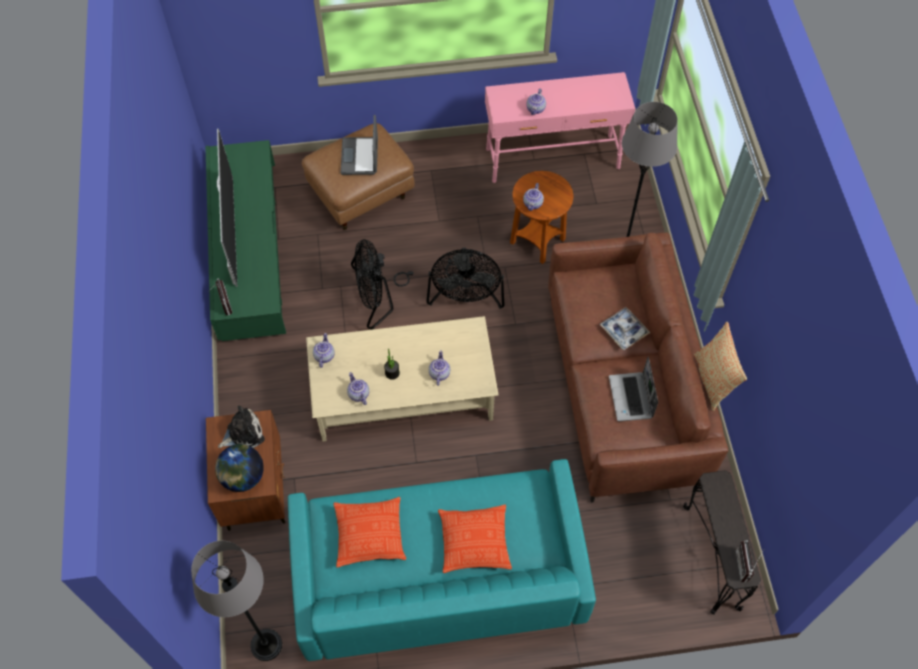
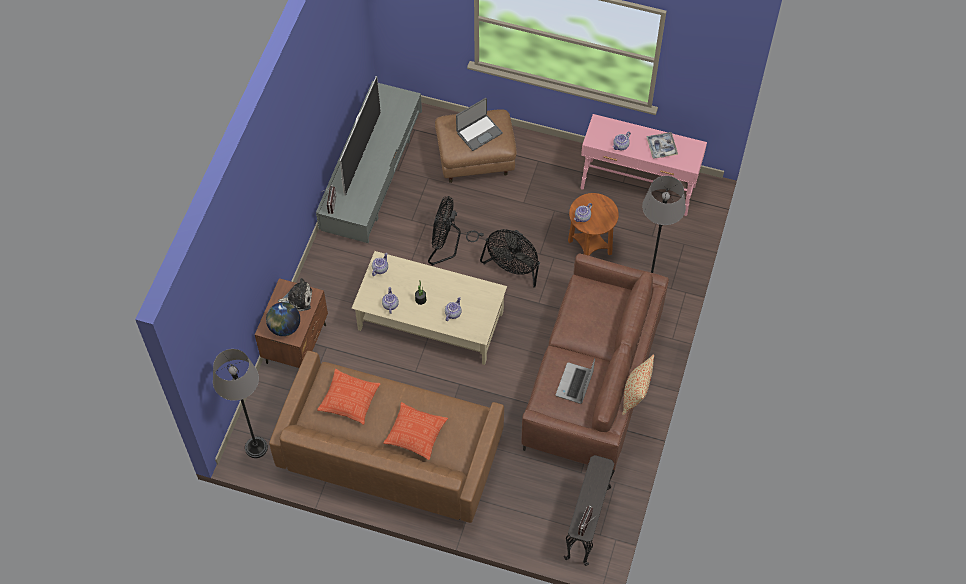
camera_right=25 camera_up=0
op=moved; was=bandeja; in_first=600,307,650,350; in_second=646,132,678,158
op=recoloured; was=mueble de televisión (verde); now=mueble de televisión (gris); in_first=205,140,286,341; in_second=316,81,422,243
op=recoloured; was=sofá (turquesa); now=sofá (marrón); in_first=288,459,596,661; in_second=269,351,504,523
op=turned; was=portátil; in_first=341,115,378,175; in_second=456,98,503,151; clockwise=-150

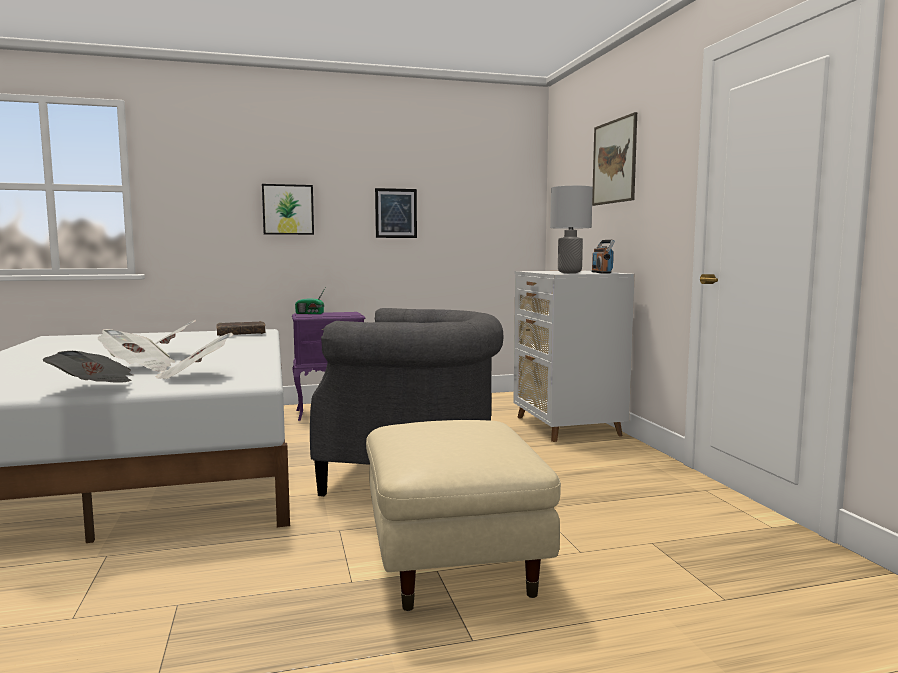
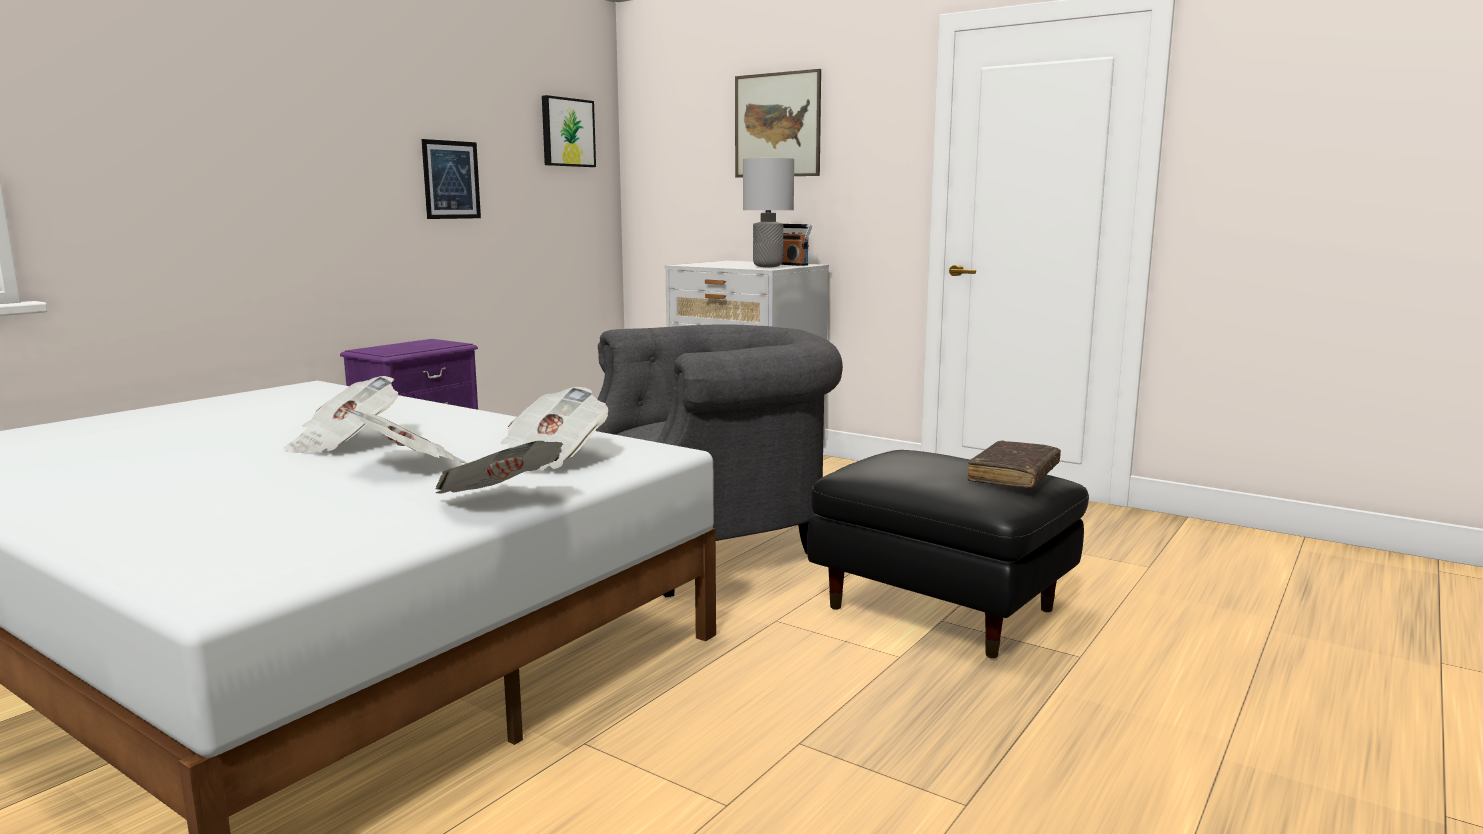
camera_right=-40 camera_up=5
op=removed; was=radio; in_first=295,288,325,314
op=moved; was=libro (marrón); in_first=216,321,265,336; in_second=968,440,1061,488
op=moved; was=cuadro; in_first=262,184,314,235; in_second=542,95,596,167
op=recoloured; was=puf (beis); now=puf (negro); in_first=366,420,561,611; in_second=807,450,1089,659

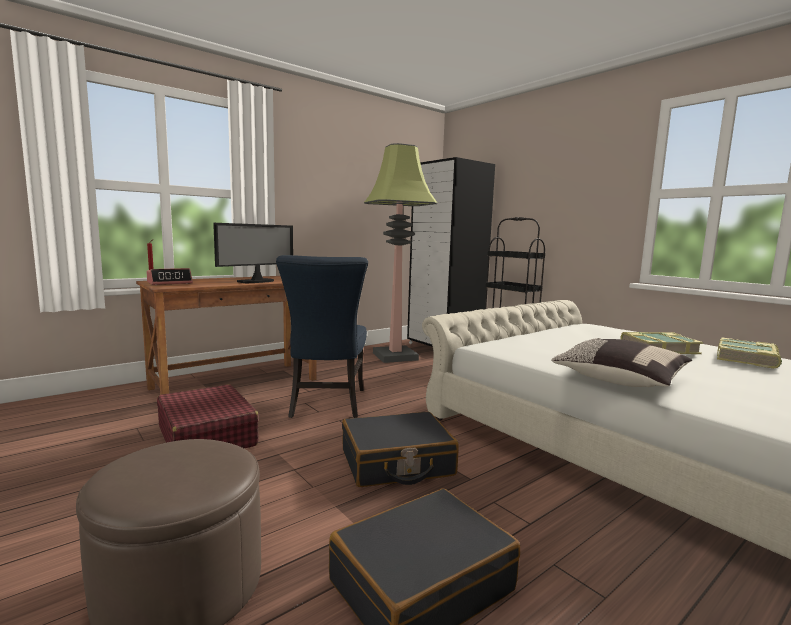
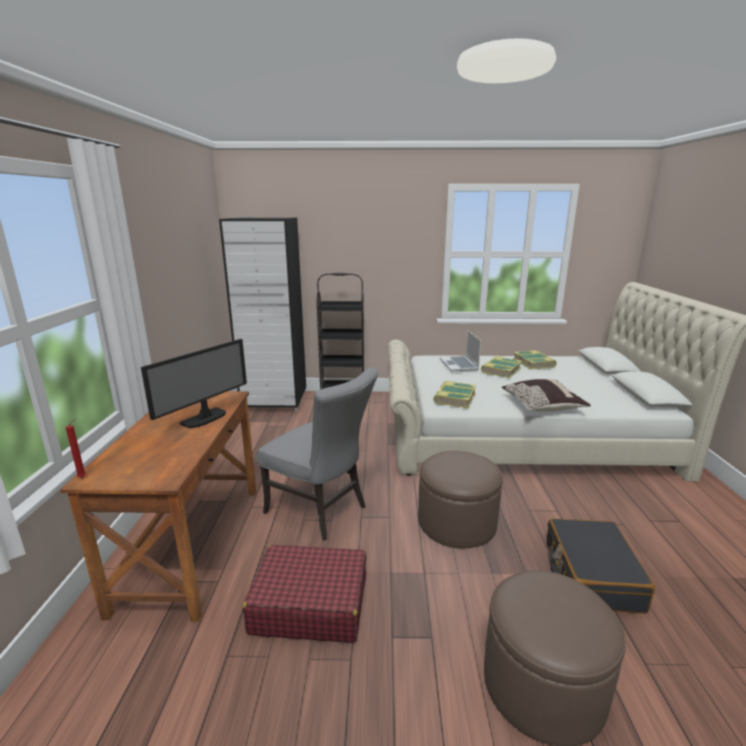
camera_right=-50 camera_up=10
op=removed; was=despertador; in_first=146,268,193,285
op=removed; was=lámpara de pie; in_first=364,143,437,363
op=added; now=libro; in_second=433,381,476,408
op=added; now=portátil; in_second=440,330,481,372
op=replaced; was=maleta (negro); now=puf (marrón); in_first=342,412,459,487; in_second=418,451,503,548
op=recoloured; was=silla (azul); now=silla (gris); in_first=276,255,368,418; in_second=257,368,379,541
op=turned; was=monitor; in_first=213,223,293,283; in_second=141,339,247,428; clockwise=45

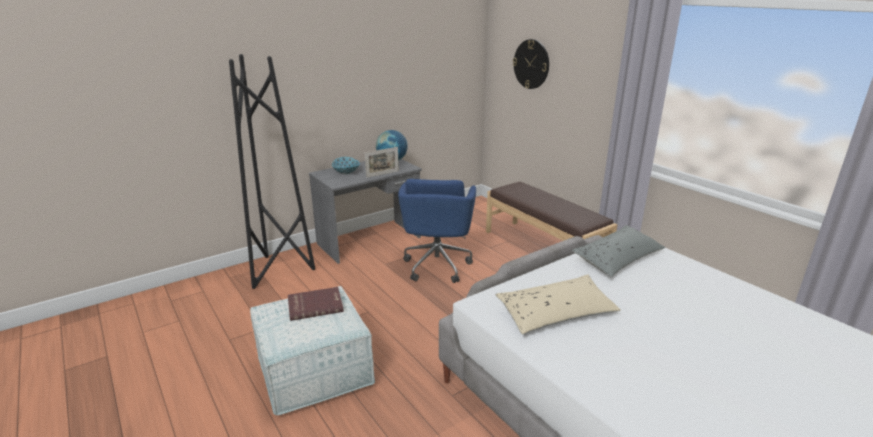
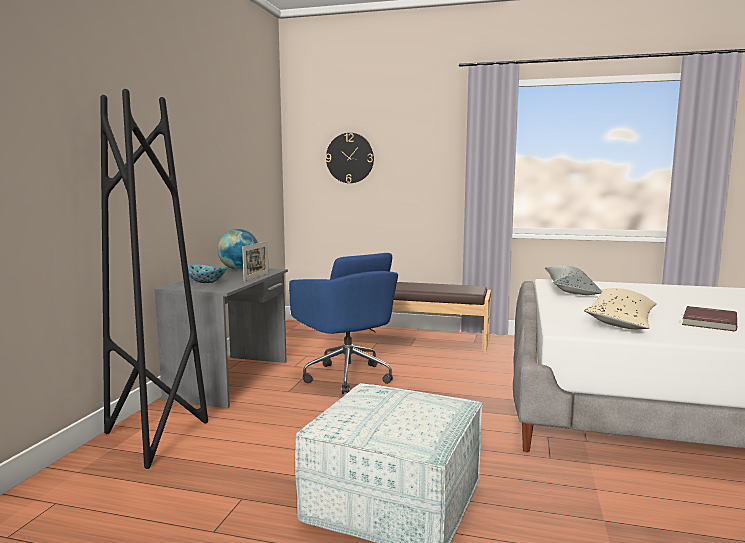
camera_right=-40 camera_up=-15
op=moved; was=libro (rojo); in_first=288,287,344,321; in_second=682,306,737,331

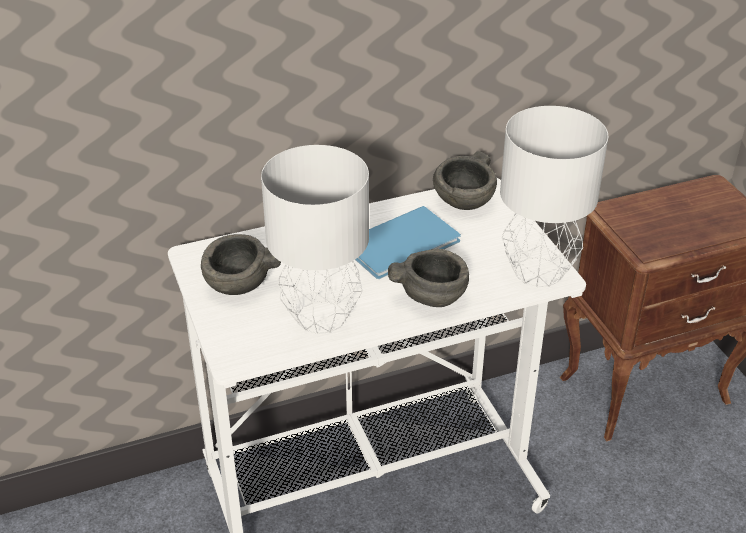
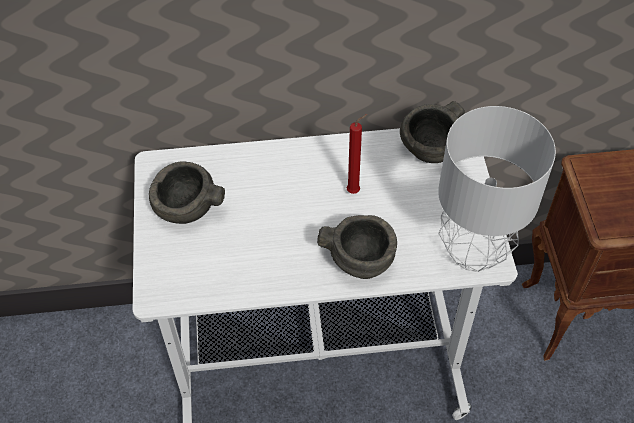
camera_right=15 camera_up=15
op=removed; was=lámpara de mesa (gris); in_first=261,145,369,334
op=replaced; was=libro (azul); now=vela (rojo); in_first=355,206,461,279; in_second=347,114,368,194

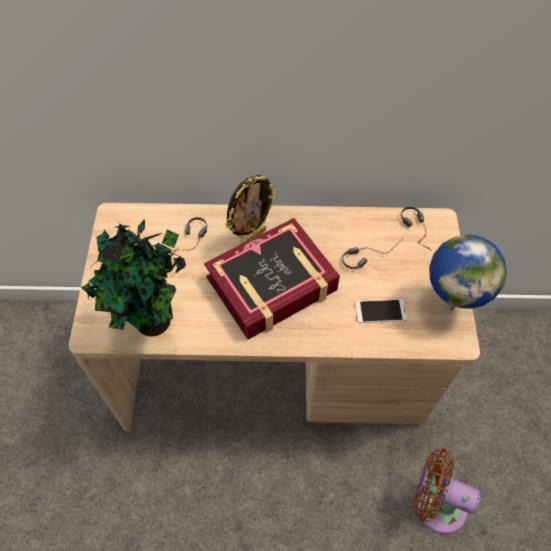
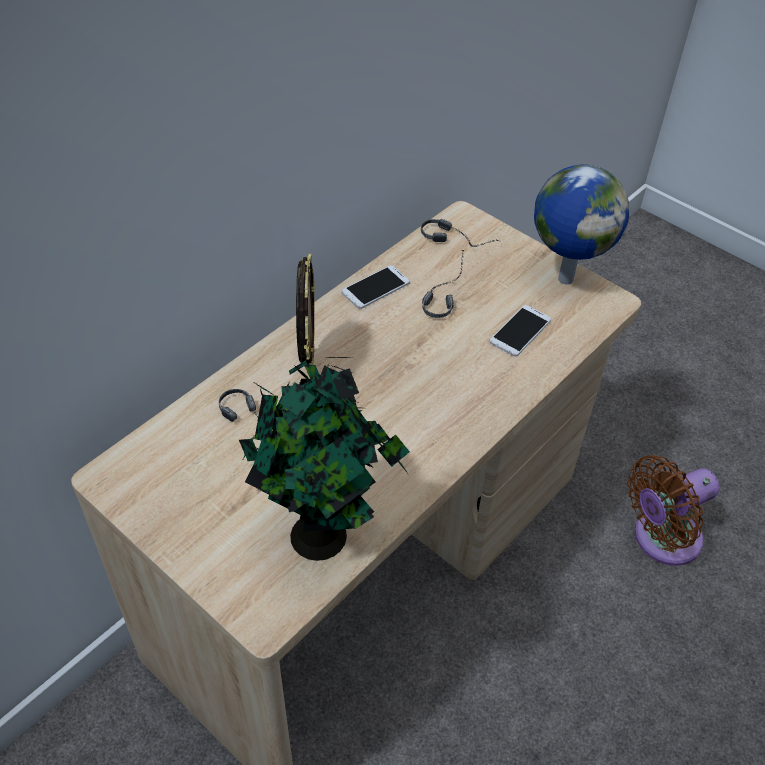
camera_right=-50 camera_up=-10
op=removed; was=libro; in_first=204,218,340,340
op=added; now=móvil; in_second=342,265,410,309

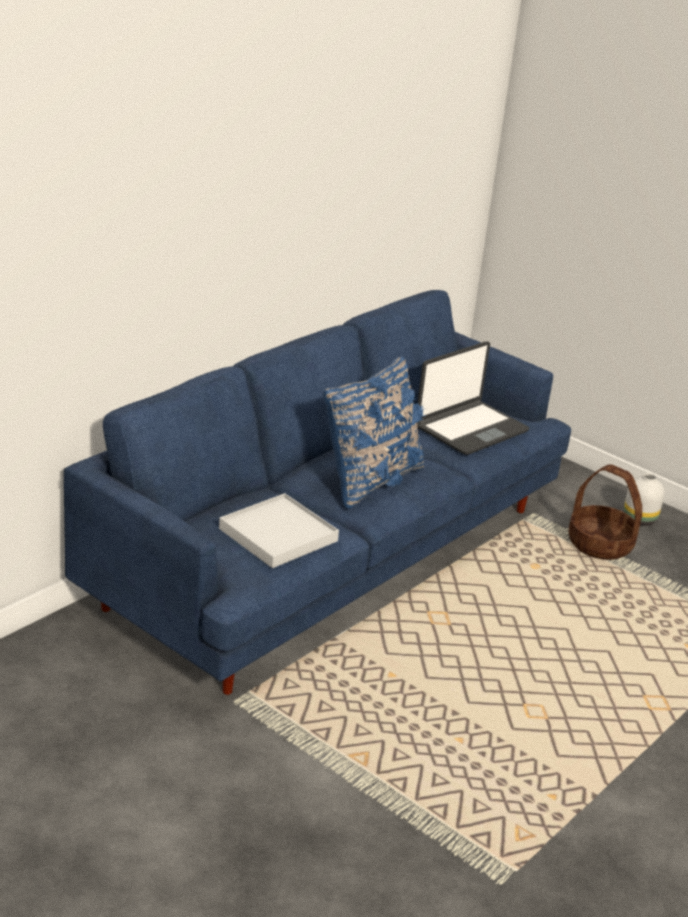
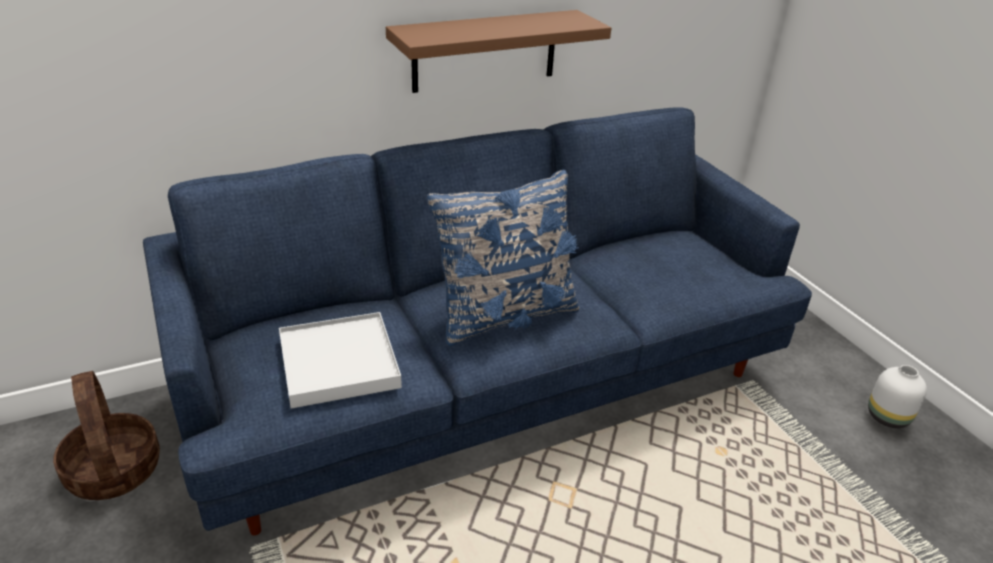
camera_right=25 camera_up=5
op=removed; was=portátil; in_first=417,341,529,455
op=added; now=estante (marrón); in_second=386,10,611,93
op=moved; was=cesta; in_first=569,464,642,560; in_second=53,371,160,500

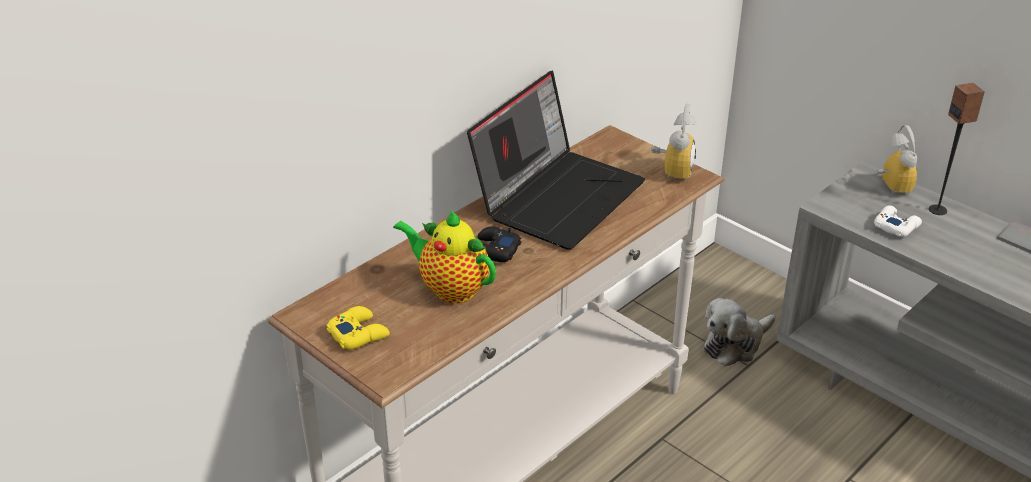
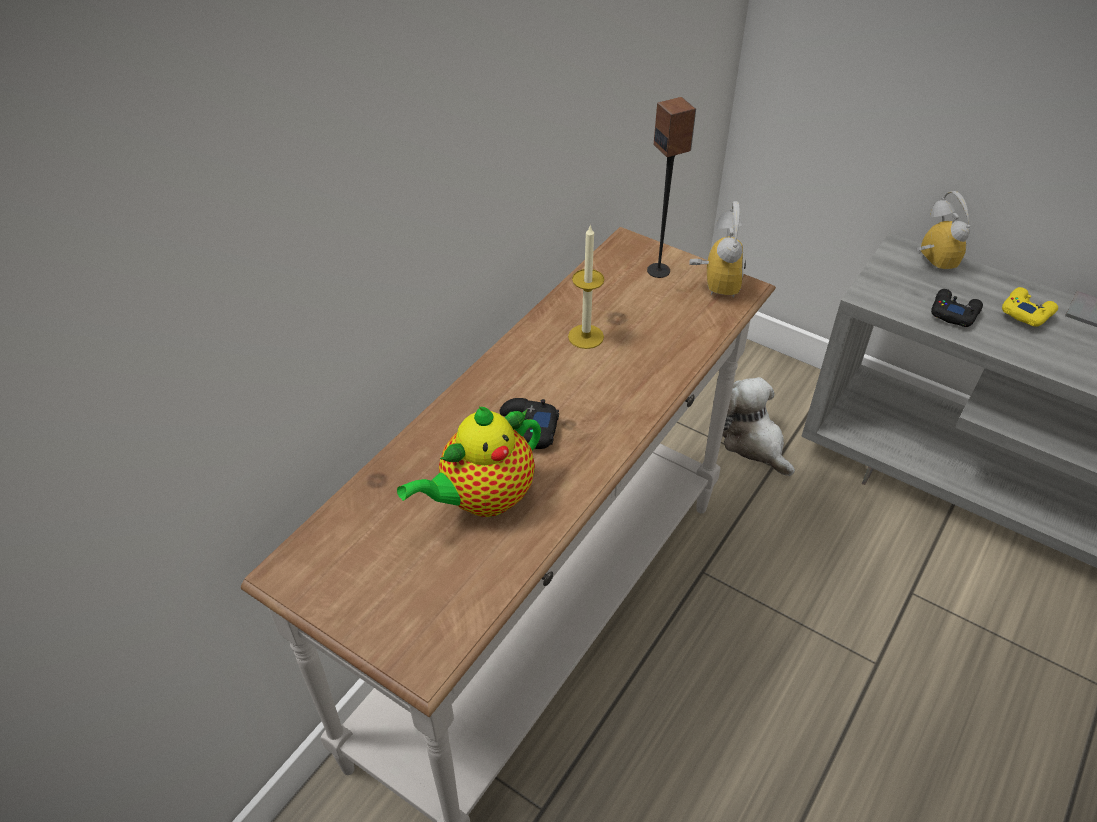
camera_right=-10 camera_up=10
op=moved; was=mando de consola (amarillo); in_first=326,306,390,350; in_second=1002,287,1058,327
op=moved; was=altavoz; in_first=929,83,985,215; in_second=647,97,696,278
op=replaced; was=portátil; now=vela; in_first=467,71,645,250; in_second=568,224,604,349
op=recoloured; was=mando de consola (blanco); now=mando de consola (negro); in_first=874,205,922,237; in_second=931,289,983,327
op=turned; was=tetera; in_first=393,209,496,303; in_second=397,407,541,517; clockwise=-60
op=turned; was=peluche; in_first=704,298,776,366; in_second=722,377,795,476; clockwise=105

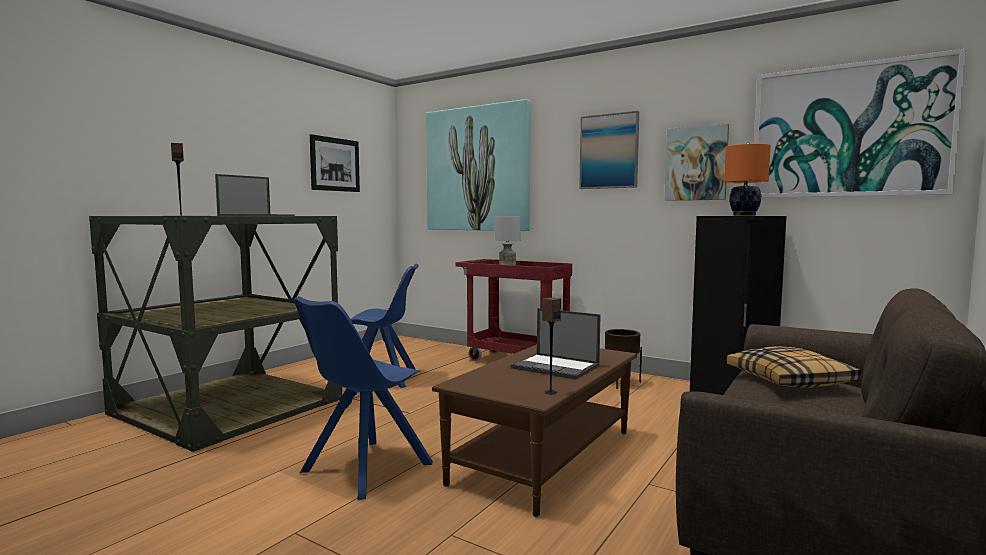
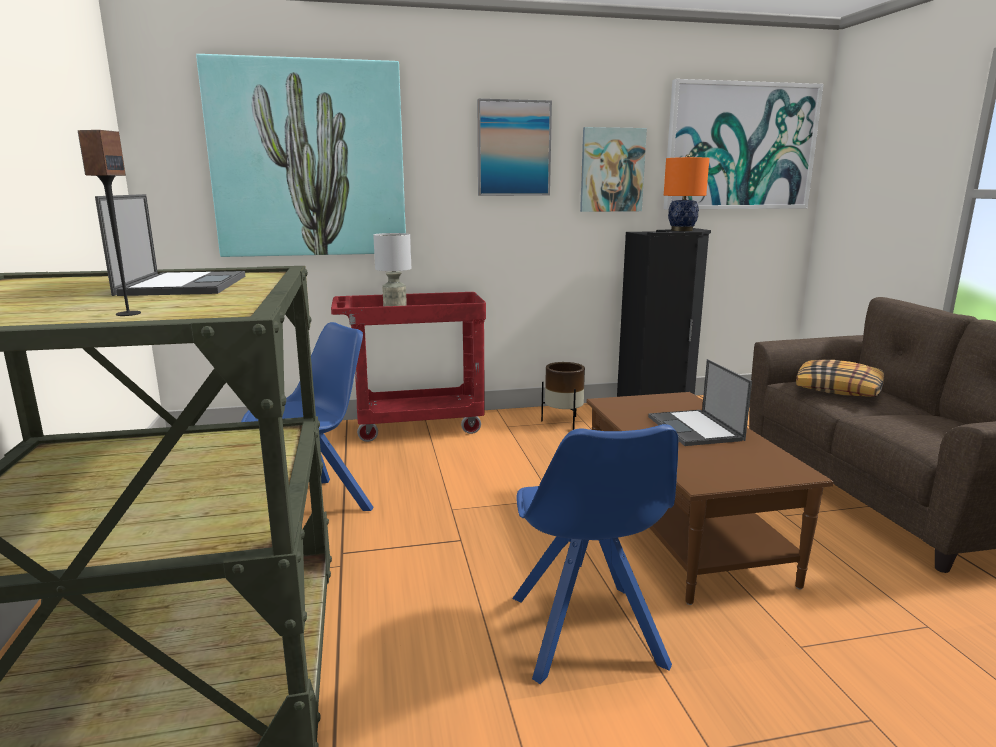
camera_right=-45 camera_up=10
op=removed; was=cuadro; in_first=310,134,360,192
op=removed; was=altavoz; in_first=542,297,561,394
op=turned; was=portátil; in_first=511,308,601,379; in_second=648,359,752,446; clockwise=90

